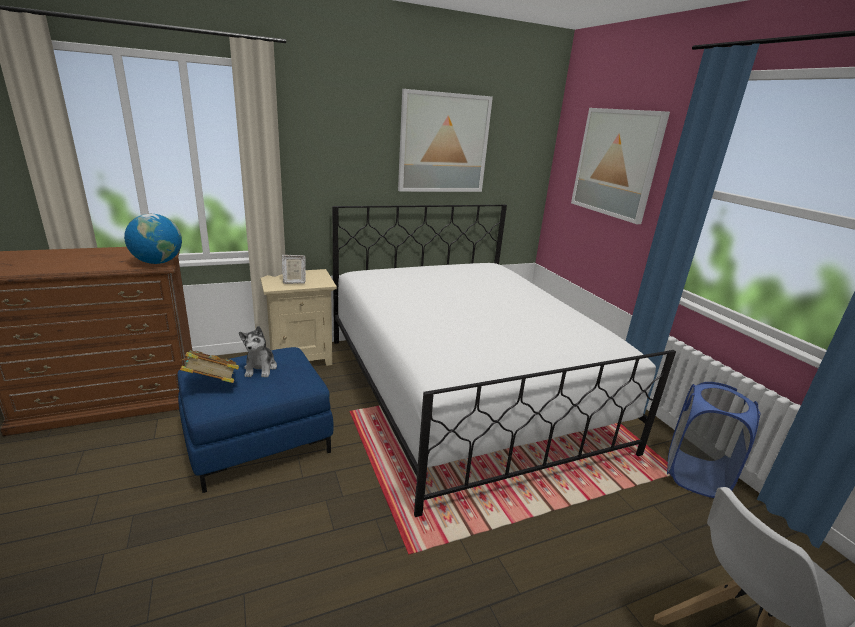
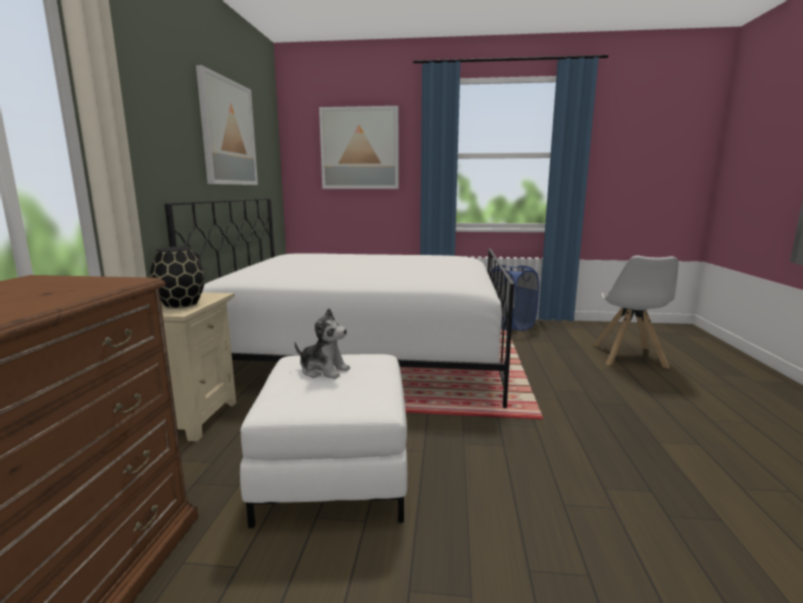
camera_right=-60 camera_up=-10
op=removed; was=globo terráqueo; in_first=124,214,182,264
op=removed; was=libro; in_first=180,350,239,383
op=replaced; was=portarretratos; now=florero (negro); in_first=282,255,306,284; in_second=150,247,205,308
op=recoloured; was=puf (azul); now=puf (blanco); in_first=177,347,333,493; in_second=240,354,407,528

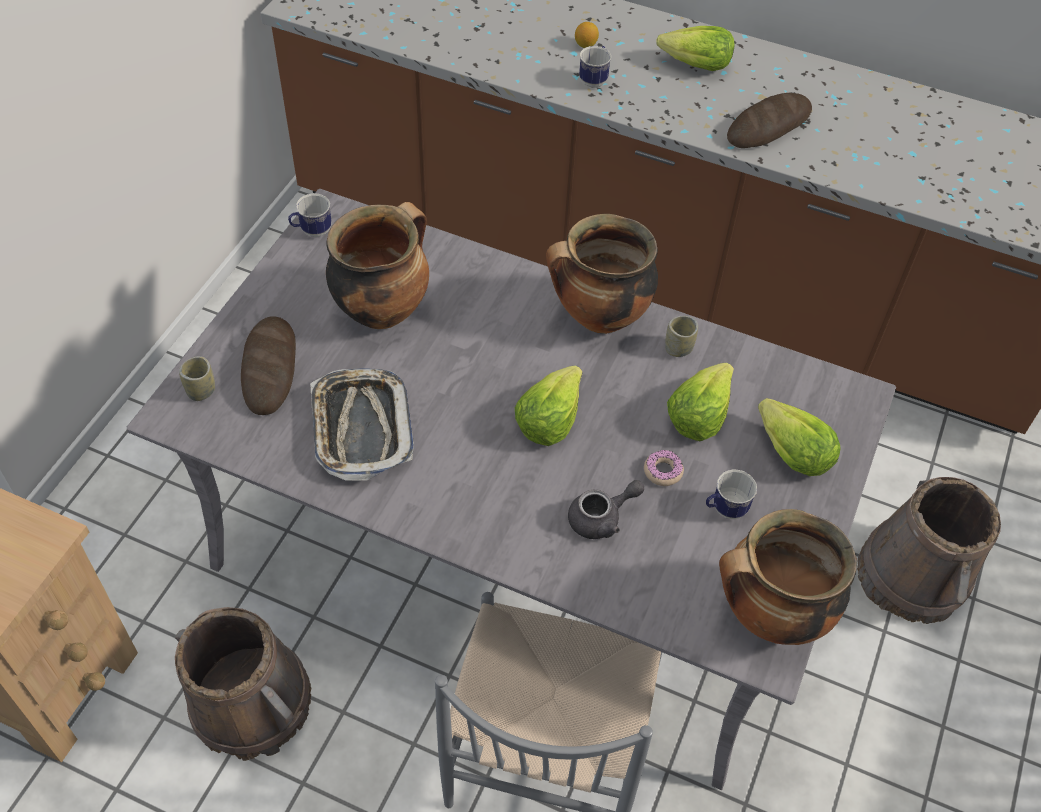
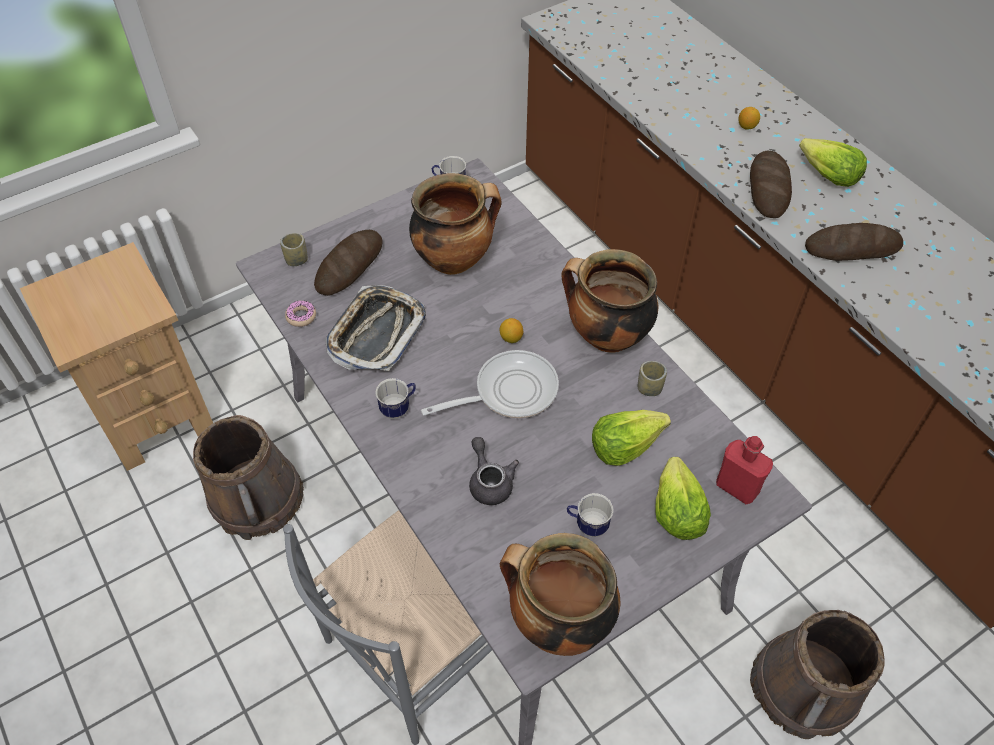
camera_right=35 camera_up=0
op=added; now=limón; in_second=500,318,523,343
op=added; now=botella (rojo); in_second=716,436,773,504
op=added; now=pan; in_second=750,151,792,218
op=moved; was=taza grande; in_first=579,46,611,88; in_second=376,378,416,419
op=moved; was=rosquilla; in_first=644,450,684,486; in_second=285,300,316,327
op=replaced; was=lechuga; now=sartén; in_first=515,366,583,446; in_second=421,350,559,418
op=turned; was=tetera (gris); in_first=568,480,644,539; in_second=469,437,519,505; clockwise=-120

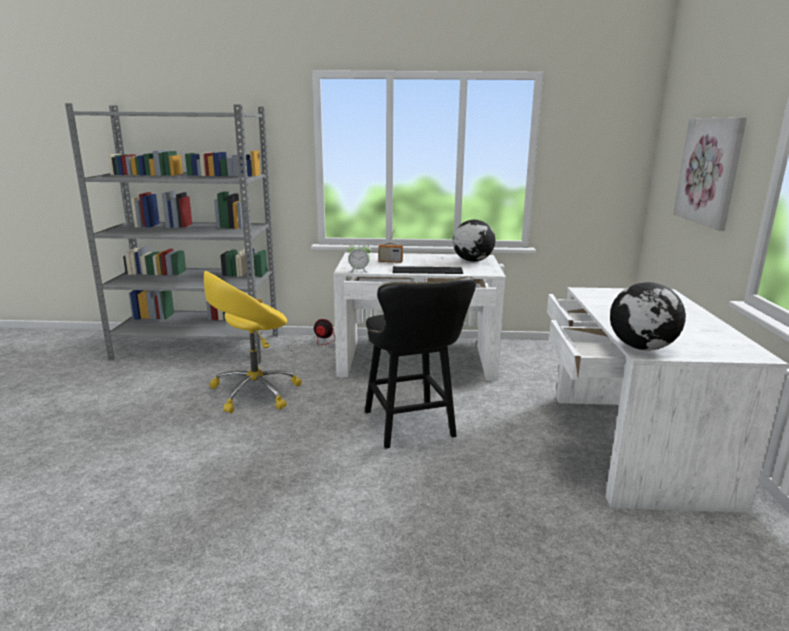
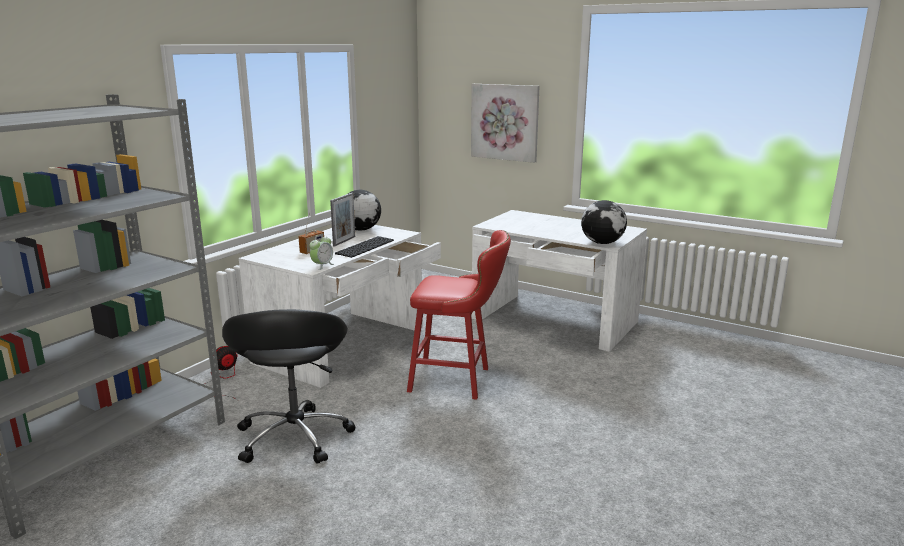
camera_right=-60 camera_up=0
op=added; now=portarretratos; in_second=330,193,355,247
op=recoloured; was=silla de oficina (amarillo); now=silla de oficina (negro); in_first=204,271,302,413; in_second=222,309,356,463
op=recoloured; was=taburete (negro); now=taburete (rojo); in_first=365,277,476,449; in_second=407,230,511,400

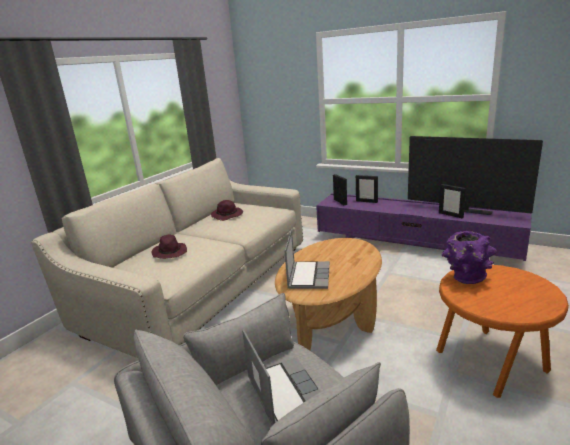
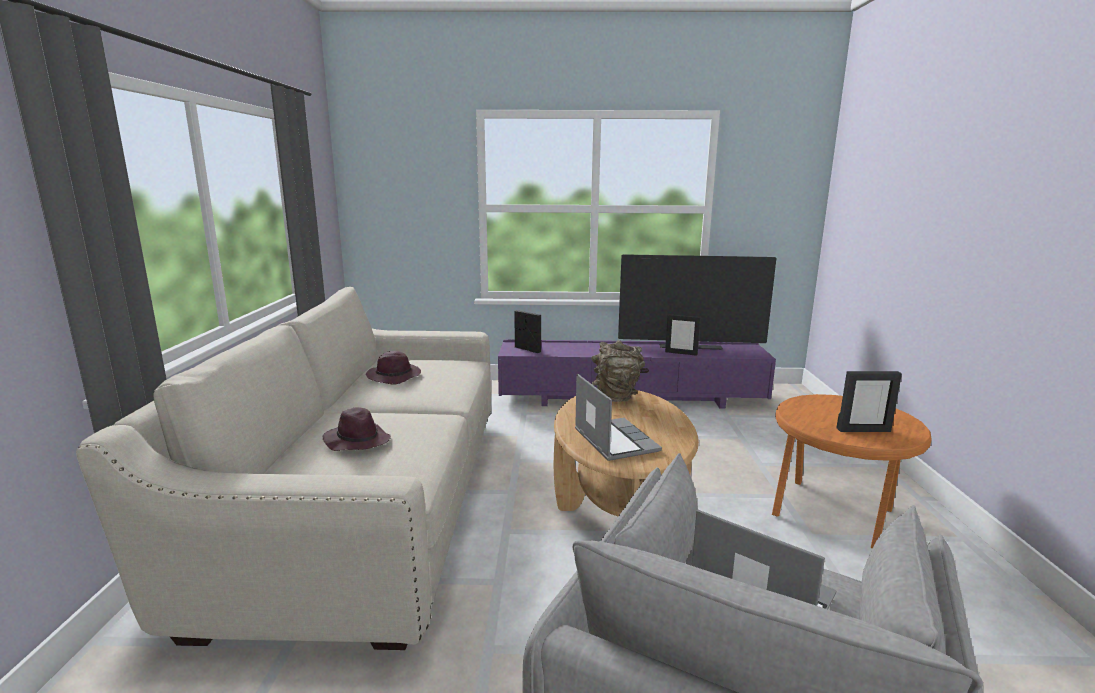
camera_right=-30 camera_up=-5
op=removed; was=florero (morado); in_first=442,231,497,284
op=added; now=florero (marrón); in_second=591,340,645,402
op=moved; was=portarretratos; in_first=356,175,378,203; in_second=837,371,902,432

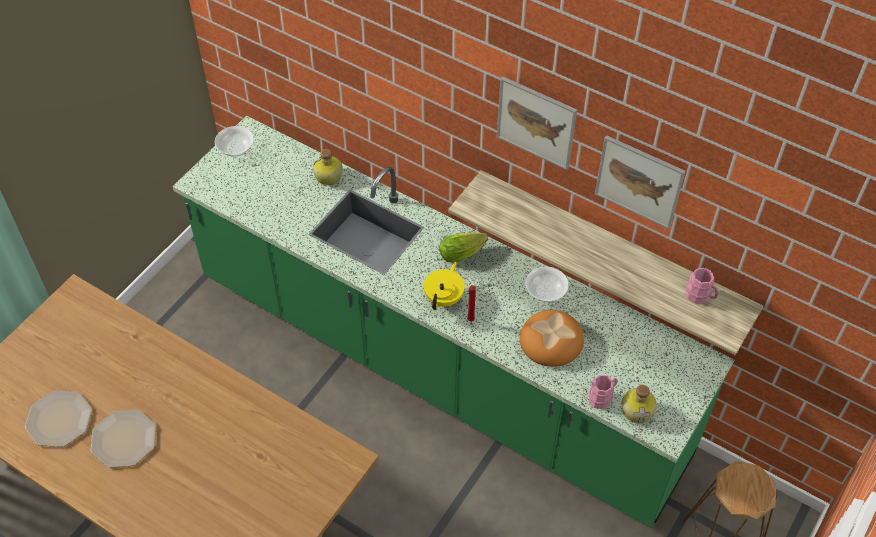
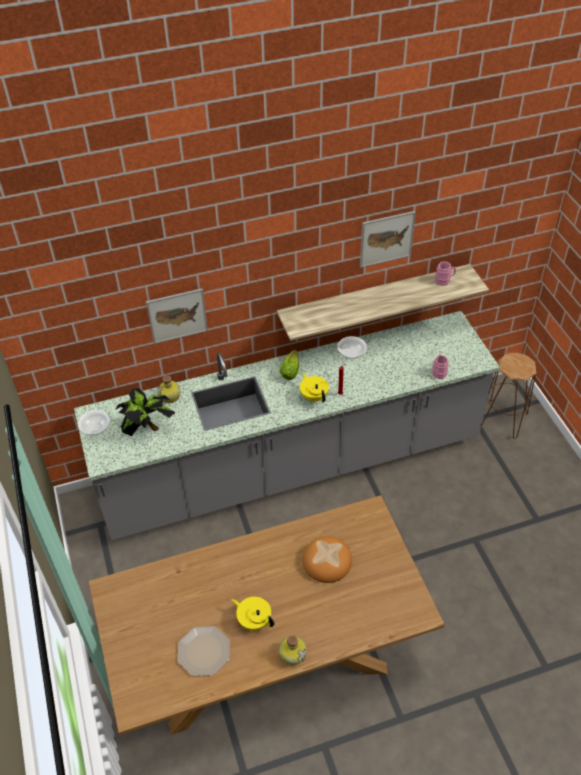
camera_right=-50 camera_up=-5
op=added; now=planta en maceta; in_second=115,388,175,436
op=moved; was=cuadro; in_first=497,76,577,170; in_second=146,288,208,344
op=moved; was=pan; in_first=520,310,584,367; in_second=302,536,352,583
op=moved; was=botella; in_first=622,385,657,423; in_second=279,635,307,666
op=replaced; was=plato; now=tetera (amarillo); in_first=91,410,156,468; in_second=231,597,275,631
op=recoloured; was=mueble bajo de cocina (verde); now=mueble bajo de cocina (gris); in_first=173,115,734,528; in_second=74,311,500,540

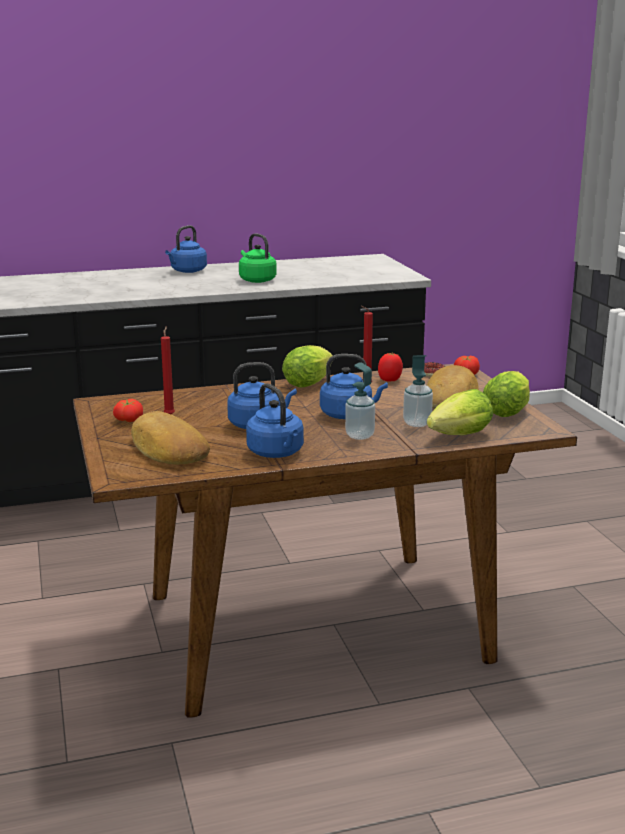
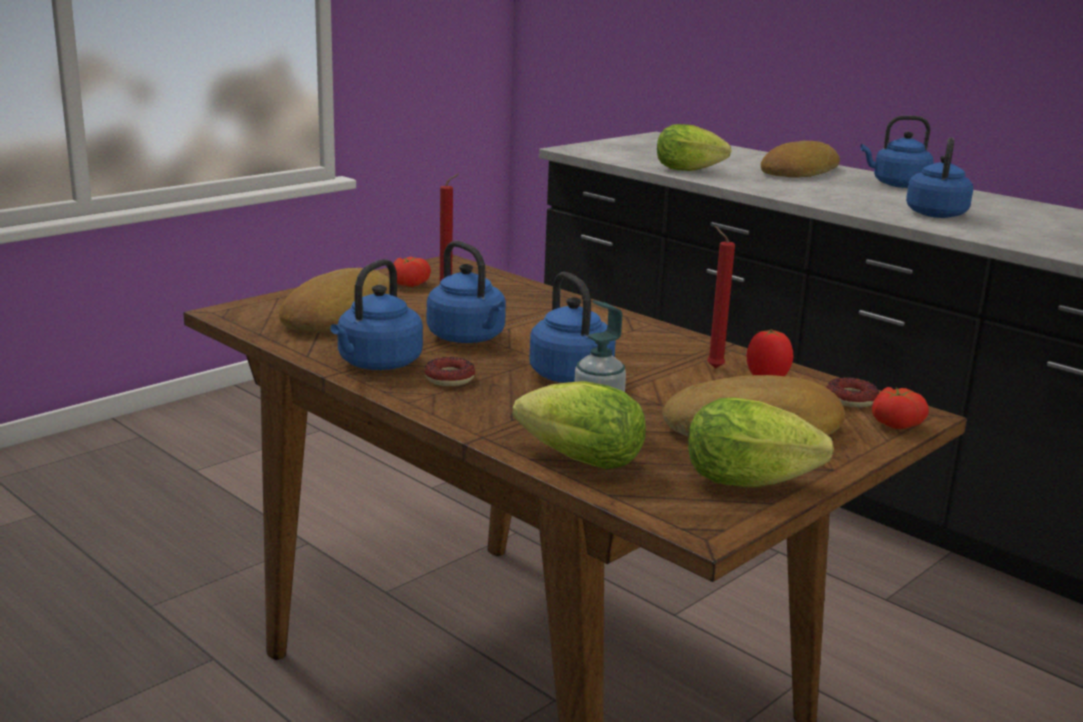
camera_right=60 camera_up=0
op=removed; was=dispensador de jabón; in_first=345,362,375,440
op=added; now=rosquilla; in_second=424,357,475,386
op=added; now=pan; in_second=761,141,840,178
op=moved; was=lechuga; in_first=282,345,333,388; in_second=657,124,731,171
op=recoloured; was=hervidor (verde); now=hervidor (azul); in_first=239,233,277,283; in_second=906,138,973,218

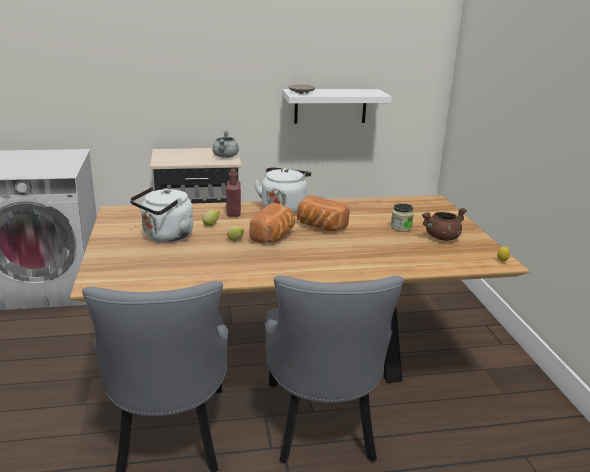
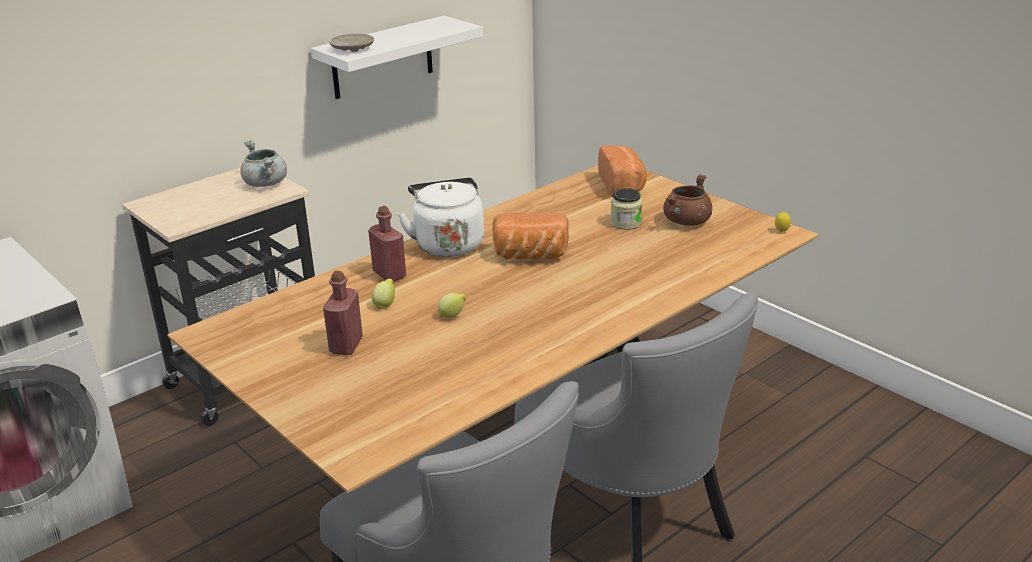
camera_right=-30 camera_up=5
op=moved; was=pan; in_first=249,203,295,243; in_second=598,145,647,197
op=replaced; was=hervidor (blanco); now=botella (rojo); in_first=130,187,193,242; in_second=323,271,363,355

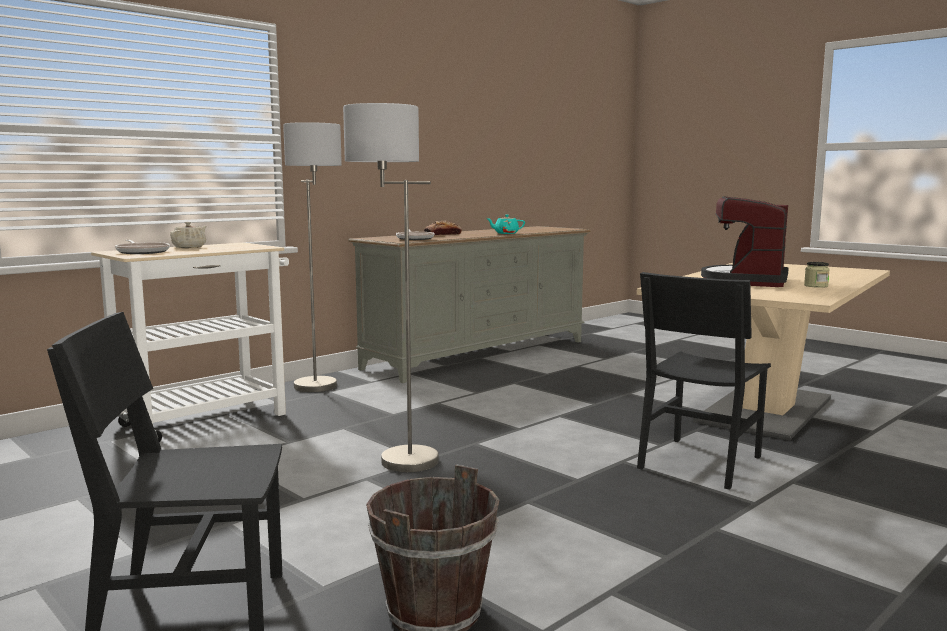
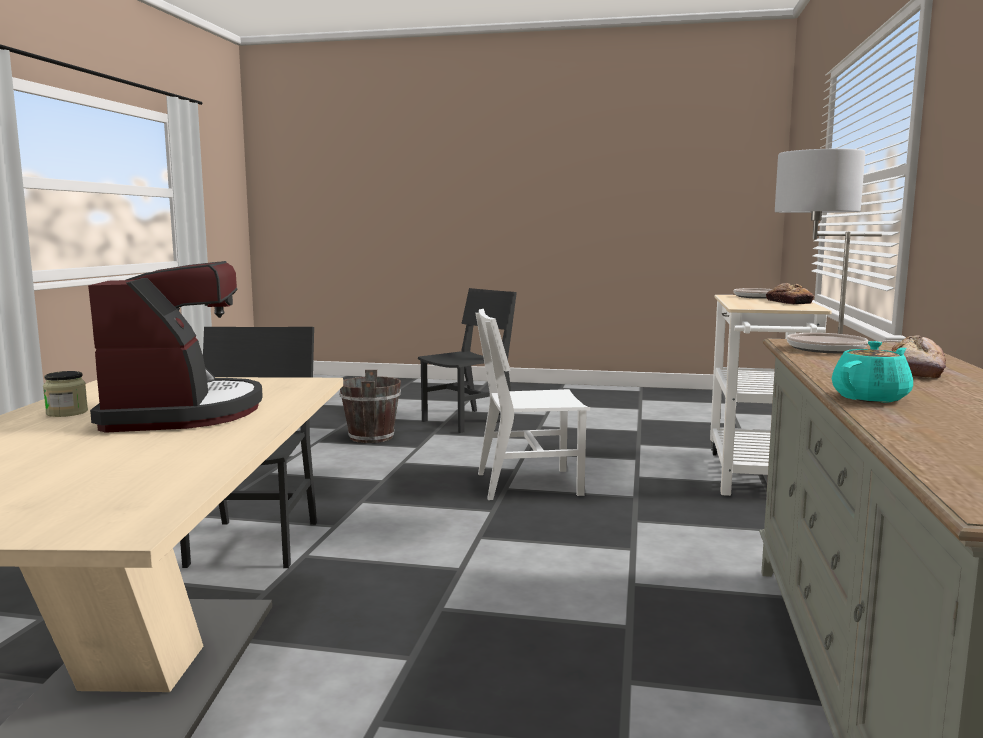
camera_right=145 camera_up=0
op=replaced; was=tetera (beis); now=pan; in_first=170,222,207,248; in_second=766,283,814,305
op=replaced; was=lámpara de pie (gris); now=silla (blanco); in_first=343,103,439,472; in_second=476,309,590,500

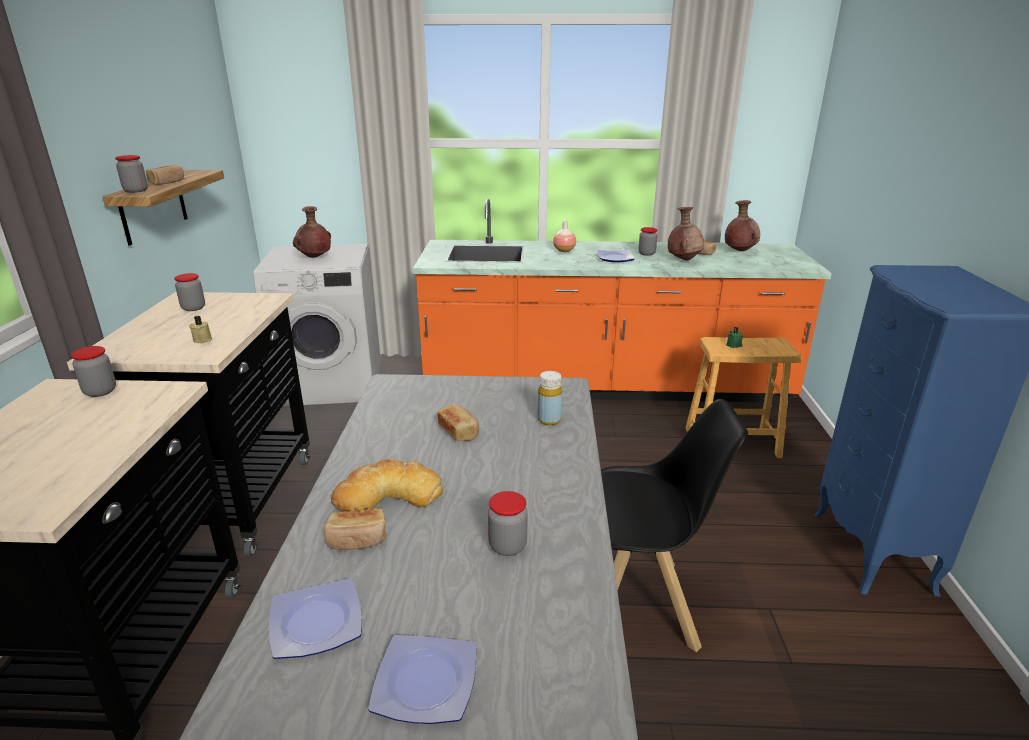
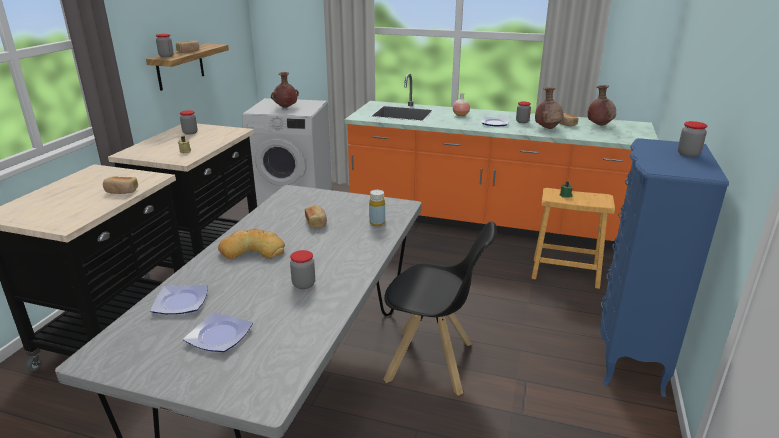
camera_right=15 camera_up=0
op=moved; was=tarro; in_first=71,346,116,397; in_second=678,121,707,157
op=moved; was=pan; in_first=324,508,387,550; in_second=103,176,138,194

